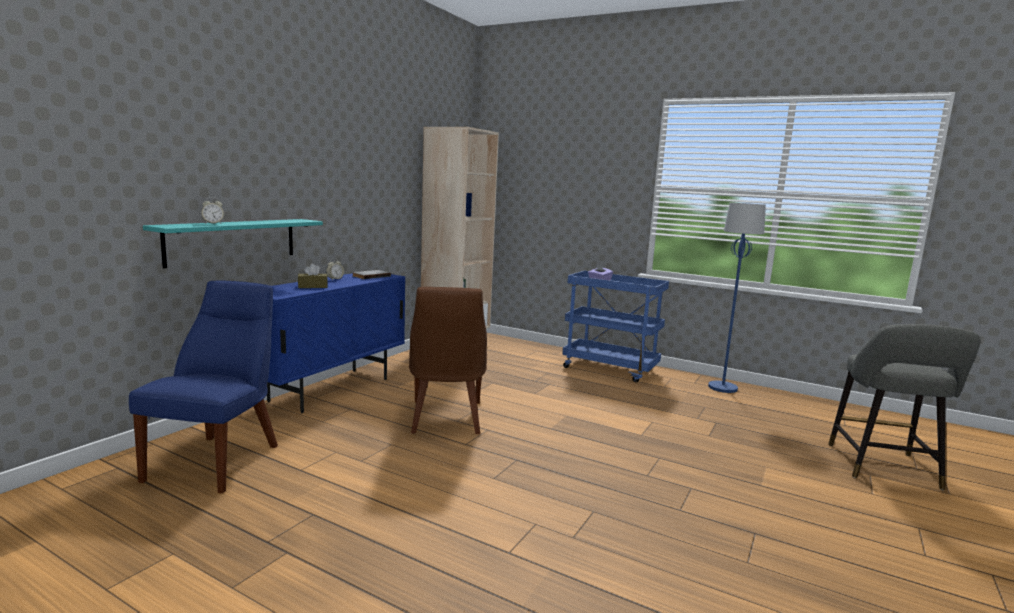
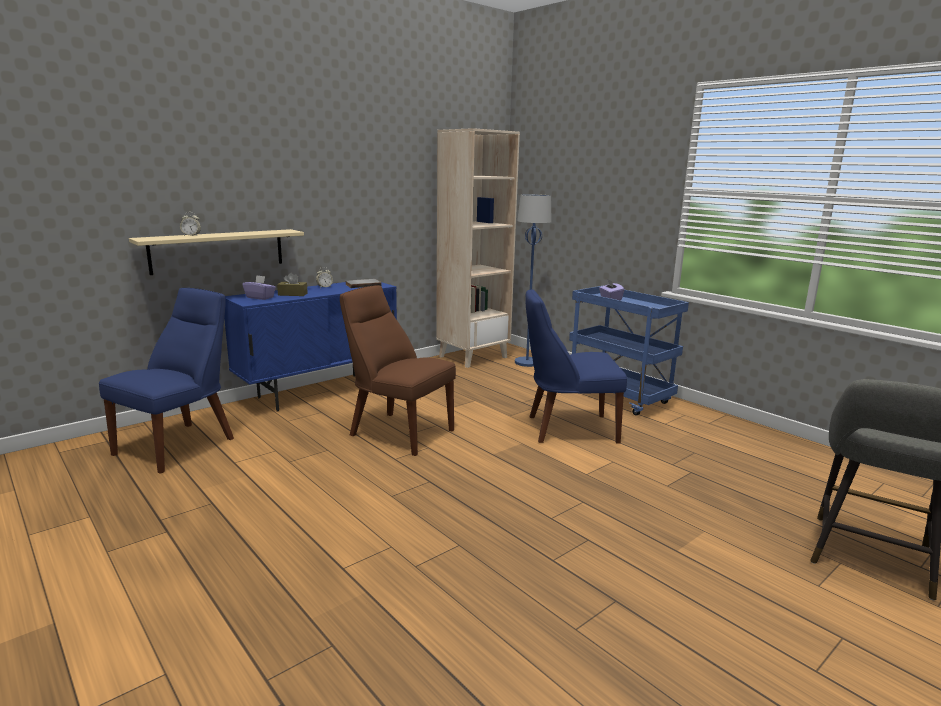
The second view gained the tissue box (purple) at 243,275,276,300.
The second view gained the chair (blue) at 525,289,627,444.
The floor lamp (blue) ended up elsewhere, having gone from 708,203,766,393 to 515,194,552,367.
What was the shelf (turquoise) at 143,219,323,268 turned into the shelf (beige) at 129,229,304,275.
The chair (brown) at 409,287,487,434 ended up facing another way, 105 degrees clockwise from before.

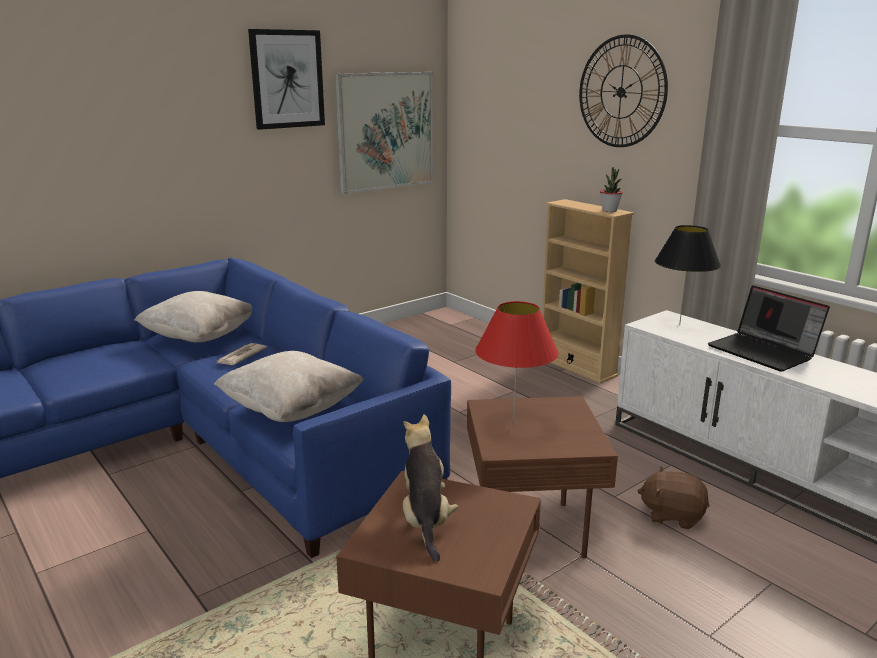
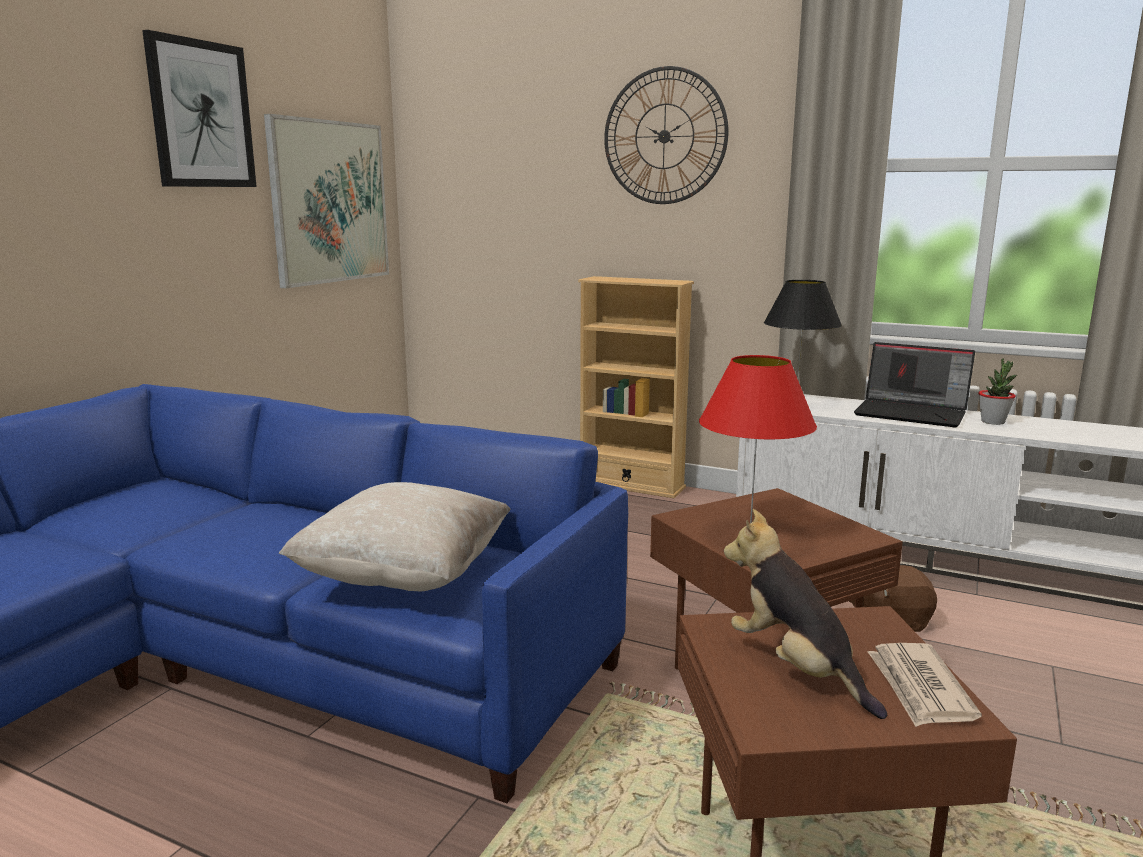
The second view lost the pillow (beige) at 134,291,252,342.
The newspaper ended up elsewhere, having gone from 217,343,267,365 to 868,643,982,727.
The potted plant ended up elsewhere, having gone from 600,167,623,212 to 978,359,1017,425.

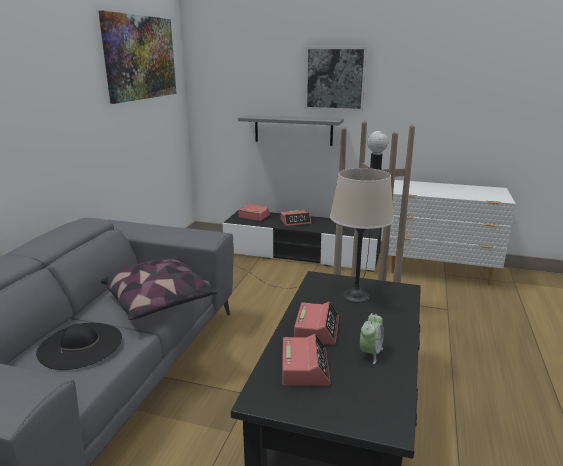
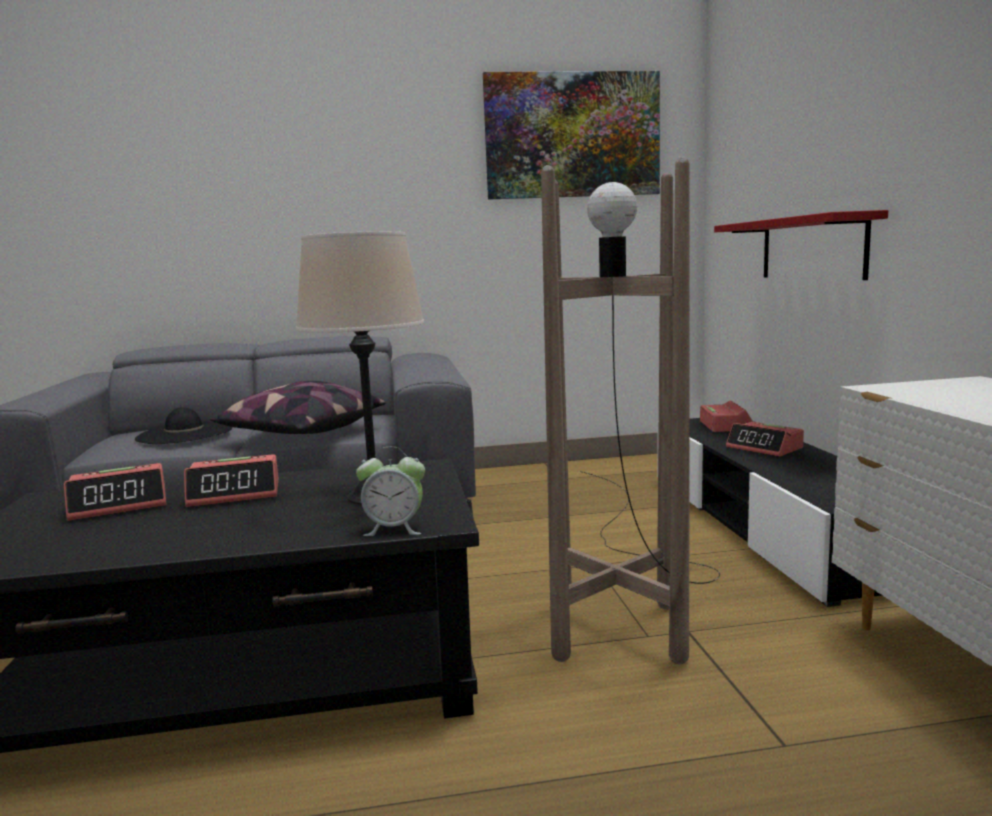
The second view lost the picture at 305,47,367,111.
The alarm clock ended up elsewhere, having gone from 360,313,384,364 to 356,447,425,536.
What was the shelf (grey) at 238,115,344,146 turned into the shelf (red) at 714,210,888,280.

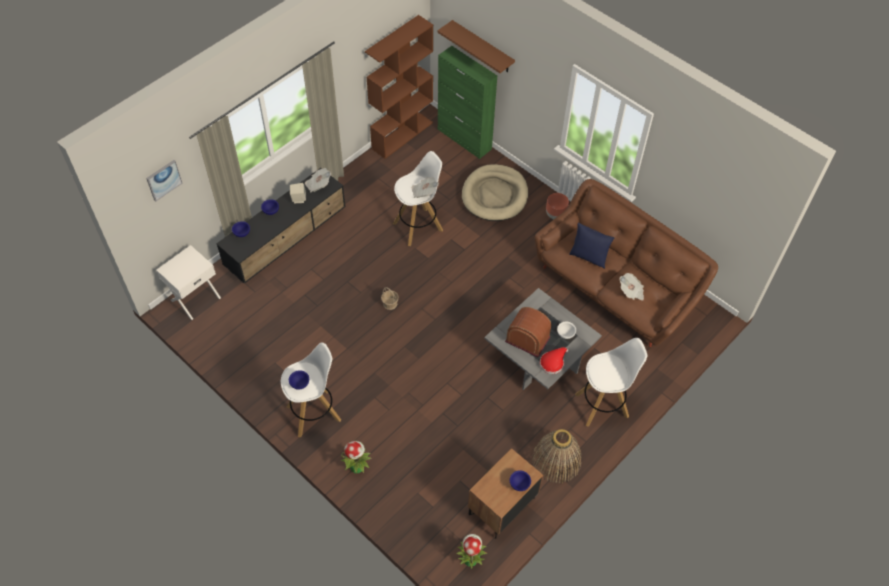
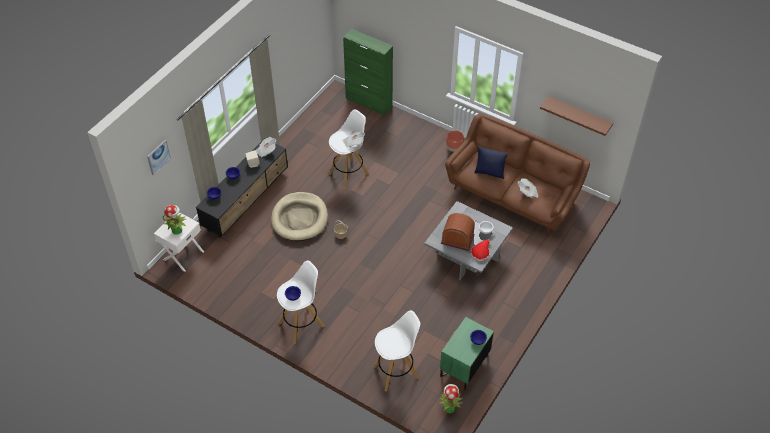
The second view lost the bookcase (brown) at 365,15,433,159.
The second view lost the basket at 532,429,581,483.
The potted plant ended up elsewhere, having gone from 341,441,371,473 to 163,205,186,235.
The shelf (brown) ended up elsewhere, having gone from 438,20,515,73 to 540,96,613,136.
The dog bed (beige) ended up elsewhere, having gone from 462,164,528,221 to 271,192,328,241.
The stool (white) ended up elsewhere, having gone from 575,338,648,427 to 372,310,420,392.
What was the nightstand (brown) at 468,448,543,539 turned into the nightstand (green) at 440,317,494,390.

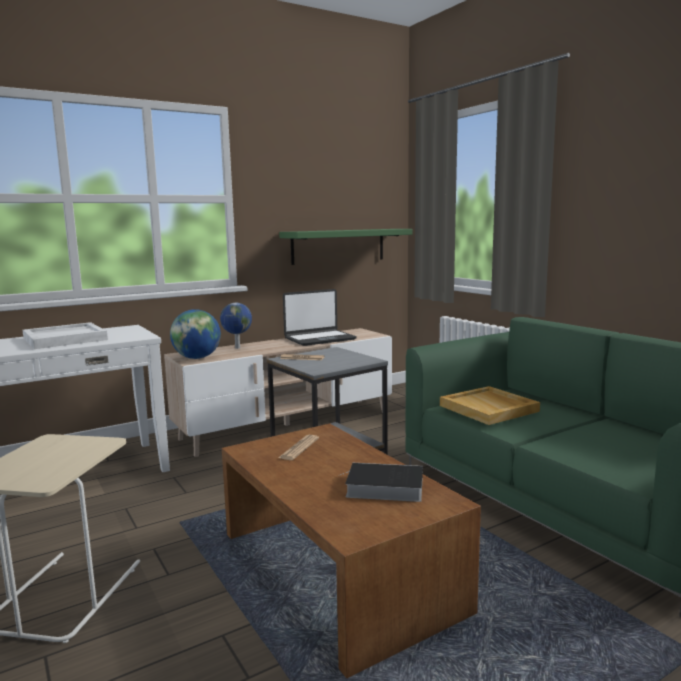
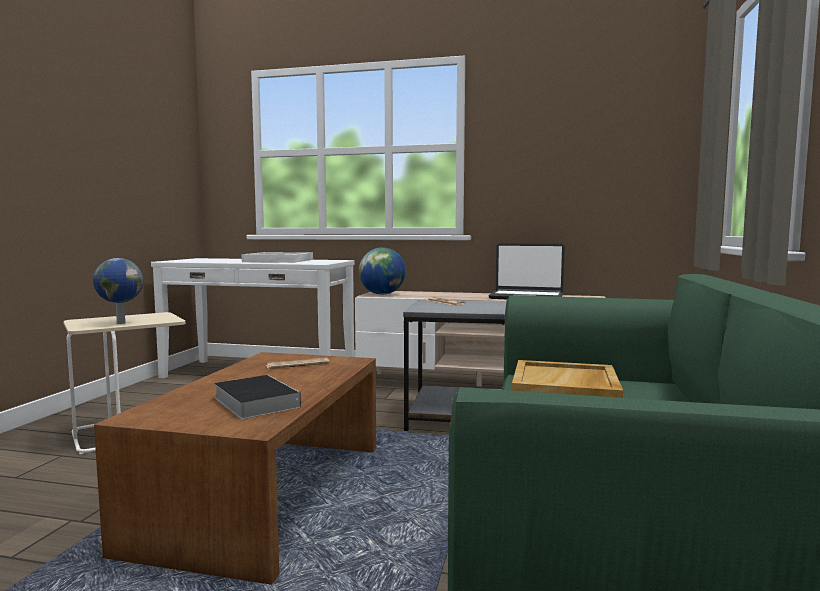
The second view lost the shelf (green) at 279,229,413,265.
The globe ended up elsewhere, having gone from 220,303,252,349 to 93,258,143,324.

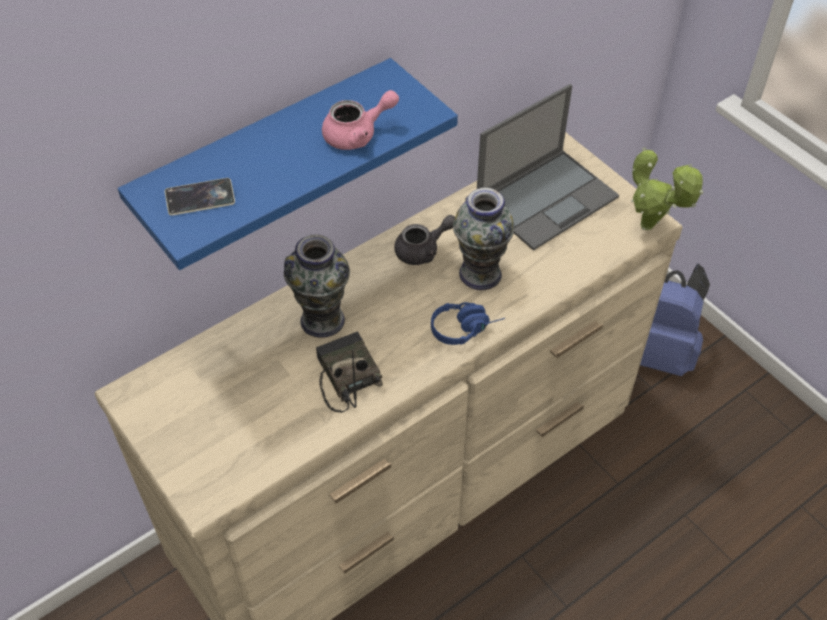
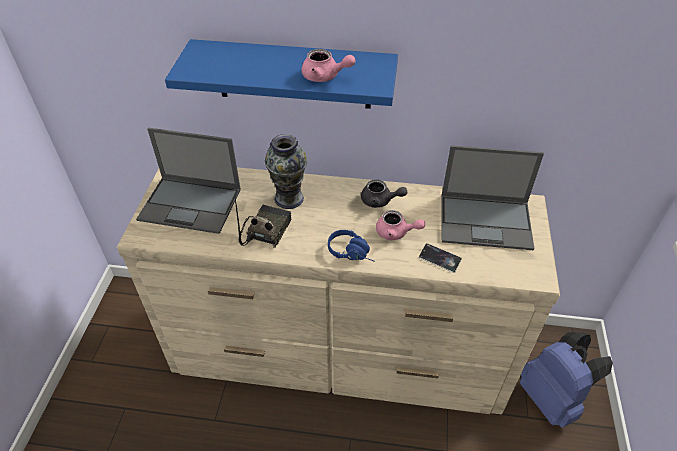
The second view lost the potted plant at 631,148,703,230.
The second view gained the laptop at 136,128,241,234.
The phone ended up elsewhere, having gone from 165,178,235,216 to 419,243,462,273.
Where the vase stood at 453,188,514,290, the teapot (pink) came to stand at 376,210,425,241.

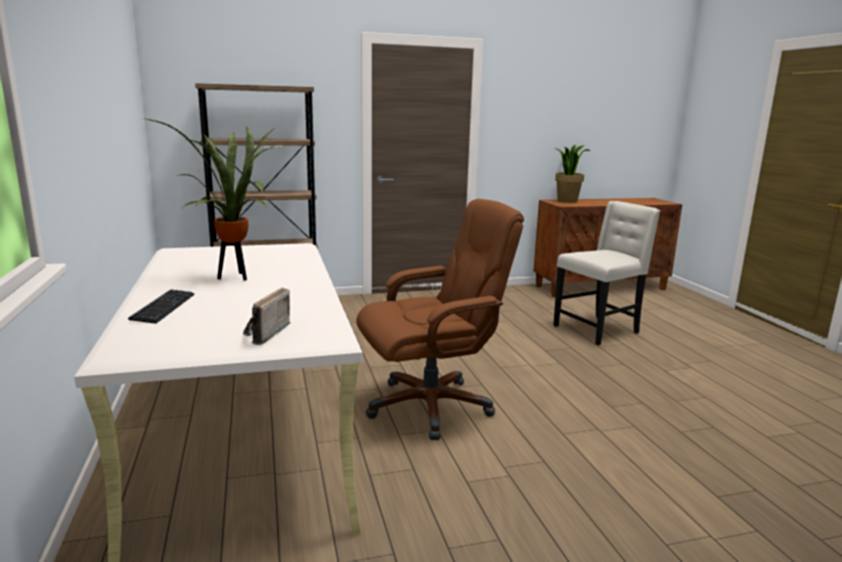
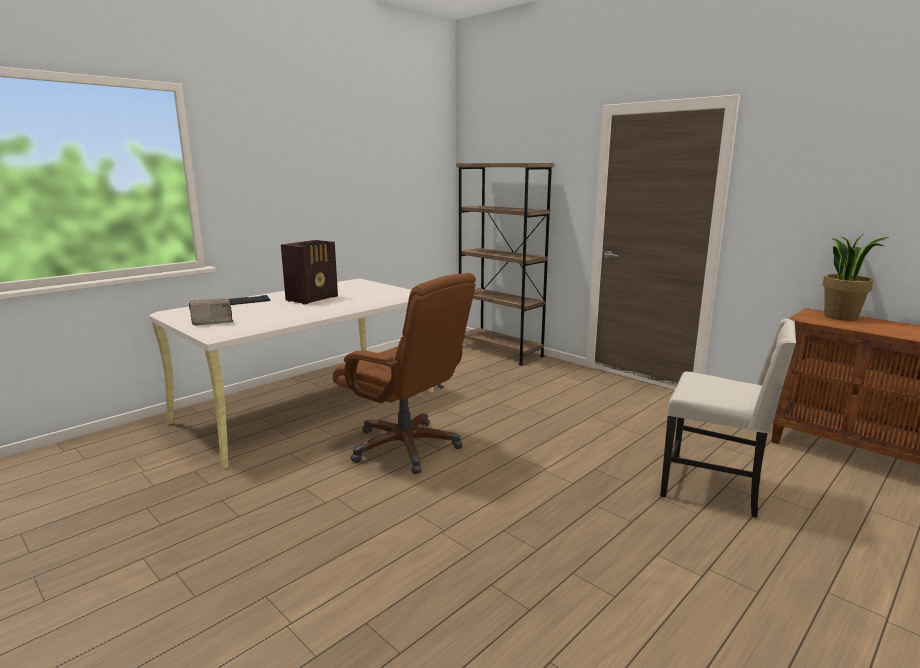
Where the potted plant stood at 147,119,279,280, the radio came to stand at 281,240,338,305.

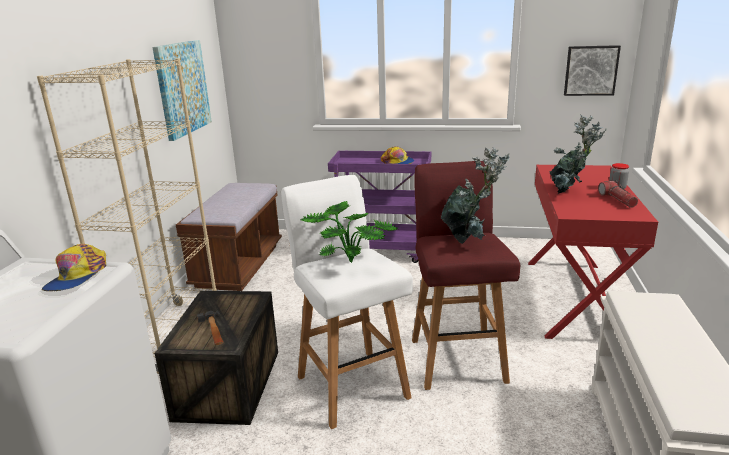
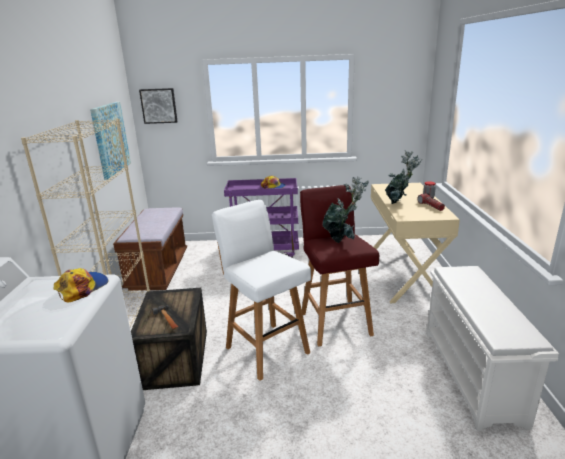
The second view lost the potted plant at 301,201,397,263.
The picture ended up elsewhere, having gone from 564,45,621,96 to 139,88,178,124.
What was the desk (red) at 528,165,658,339 turned into the desk (beige) at 371,183,460,303.
The cap at 42,244,107,291 ended up facing another way, 150 degrees counterclockwise from before.

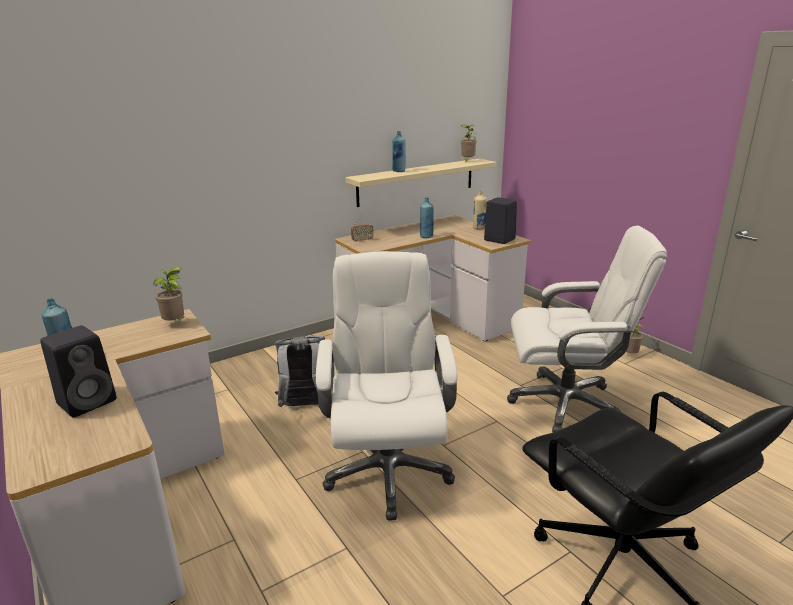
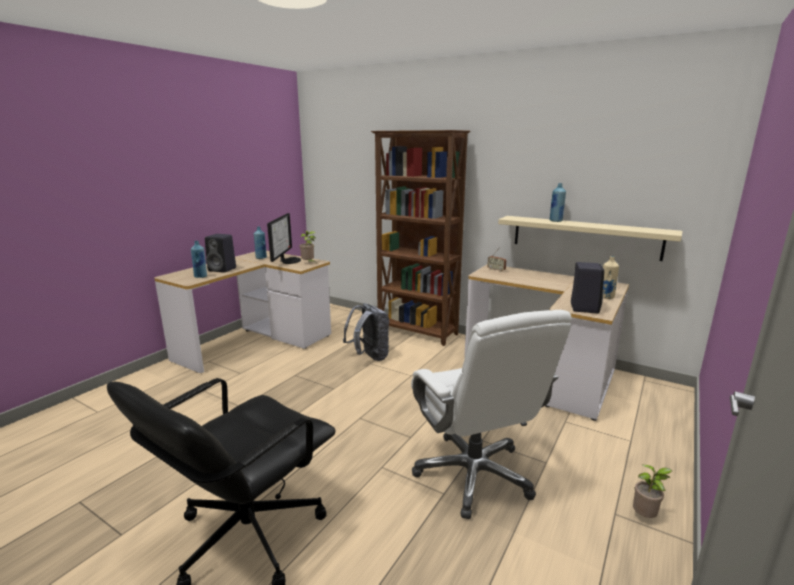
The second view lost the office chair (white) at 316,251,458,521.
The second view lost the potted plant at 461,124,477,163.
The second view gained the monitor at 267,213,301,264.
The second view gained the bookcase (brown) at 371,130,470,346.
The bottle (blue) ended up elsewhere, having gone from 420,197,434,238 to 191,241,207,278.

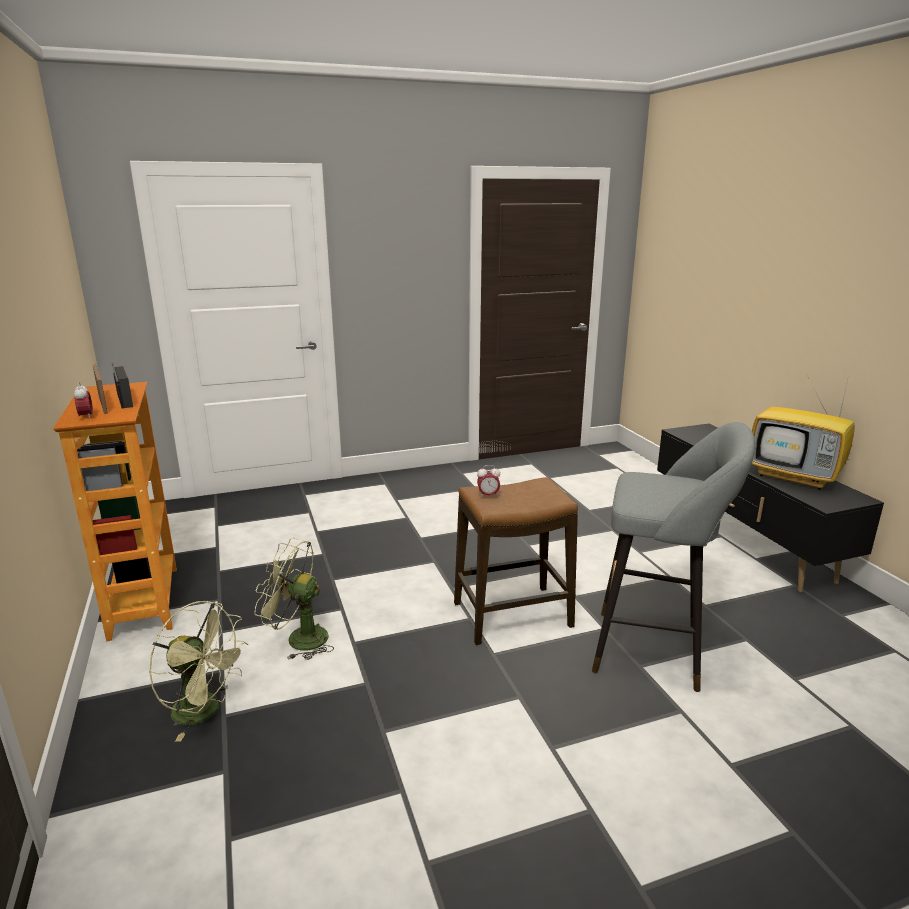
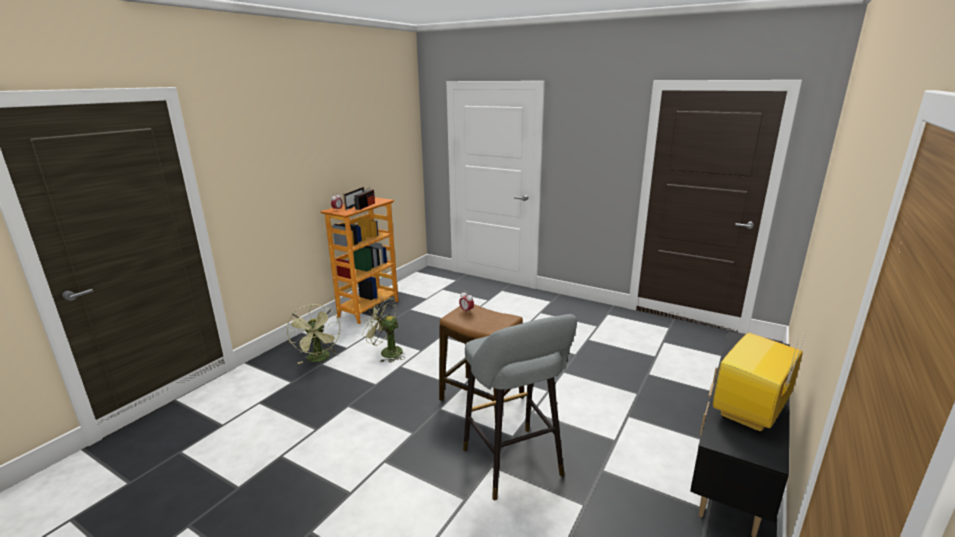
The fan (green) at 255,538,334,660 ended up facing another way, 45 degrees counterclockwise from before.
The television at 752,371,854,490 ended up facing another way, 45 degrees clockwise from before.

